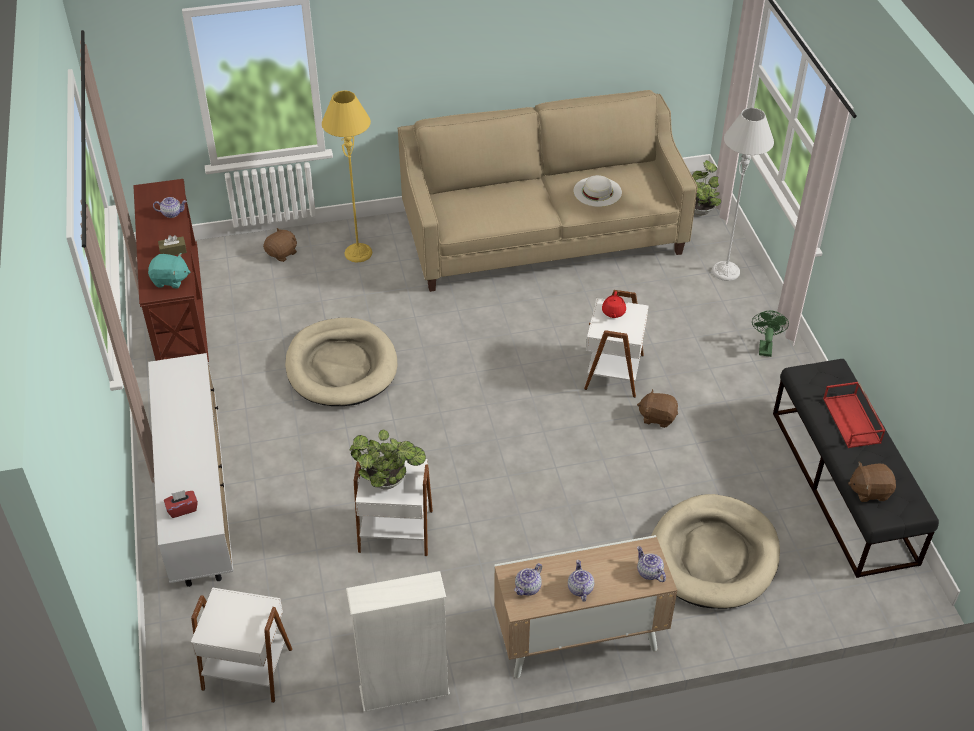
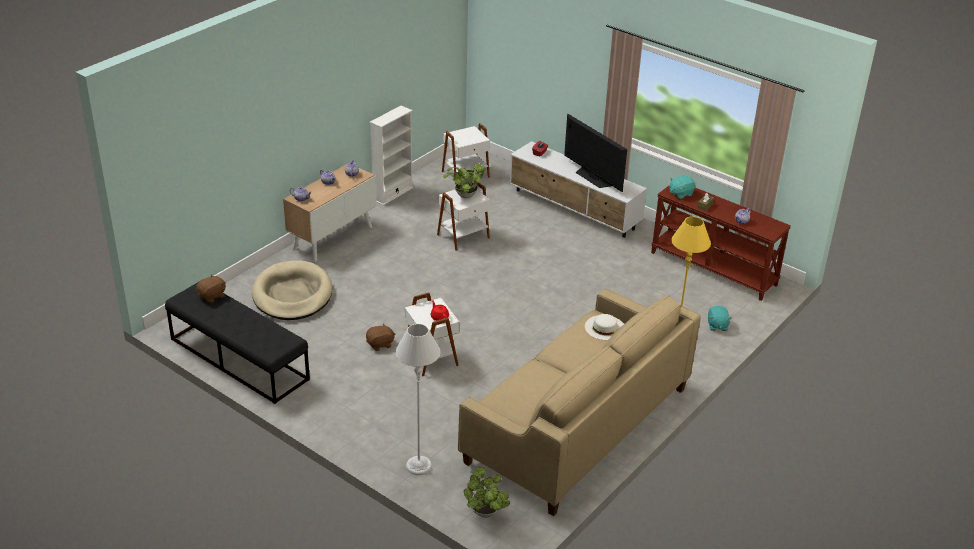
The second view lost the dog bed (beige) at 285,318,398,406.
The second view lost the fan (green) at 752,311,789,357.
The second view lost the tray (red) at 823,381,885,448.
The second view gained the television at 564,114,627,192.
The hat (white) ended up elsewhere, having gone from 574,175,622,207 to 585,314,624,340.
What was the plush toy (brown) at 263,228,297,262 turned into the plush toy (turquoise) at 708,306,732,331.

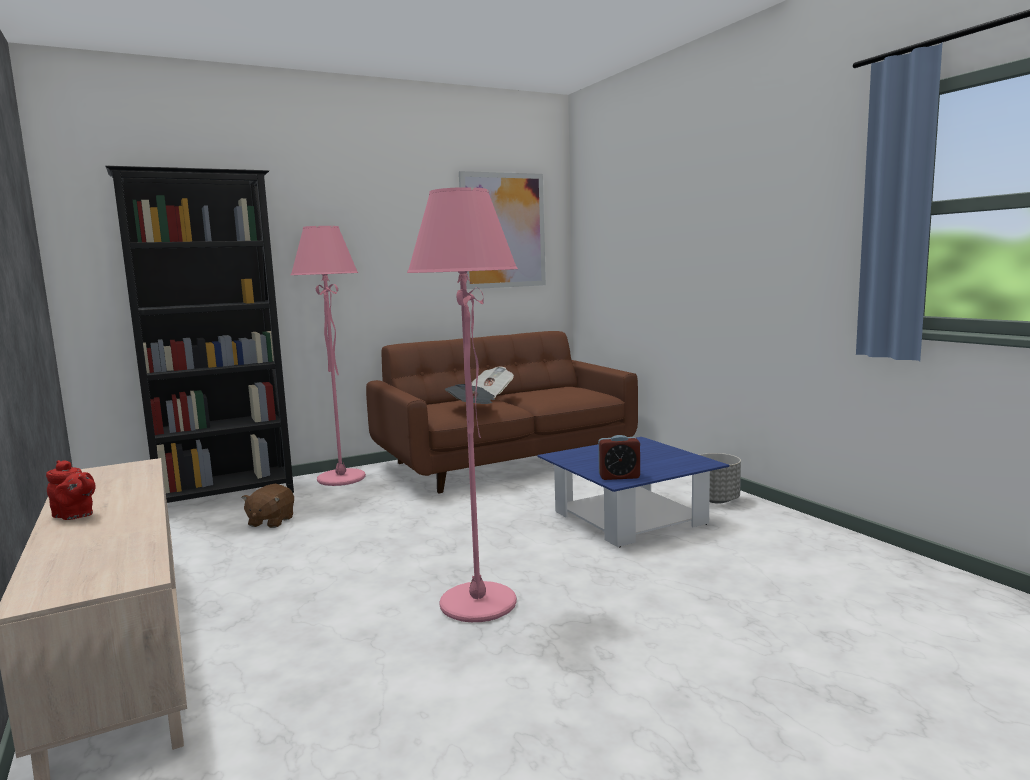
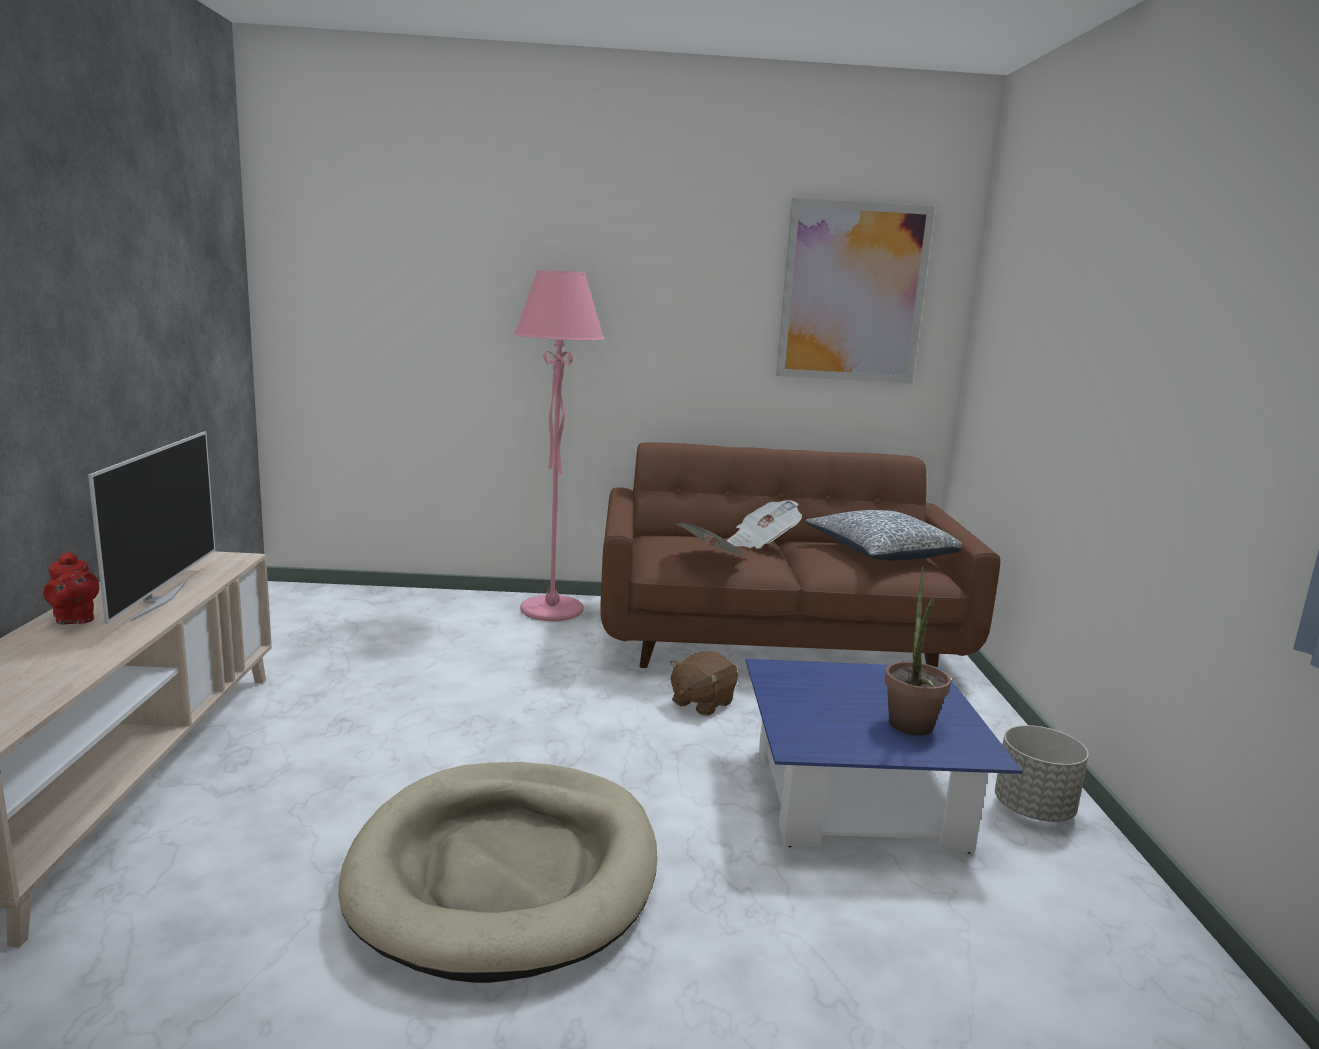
The second view lost the bookcase (black) at 105,166,294,503.
The second view lost the alarm clock at 598,435,640,480.
The second view gained the television at 88,431,215,624.
The second view gained the pillow at 805,510,962,561.
The second view gained the potted plant at 884,566,951,736.
The plush toy (brown) ended up elsewhere, having gone from 241,484,294,528 to 670,651,738,716.
Where the floor lamp (pink) stood at 407,187,518,622, the dog bed (beige) came to stand at 338,762,657,983.

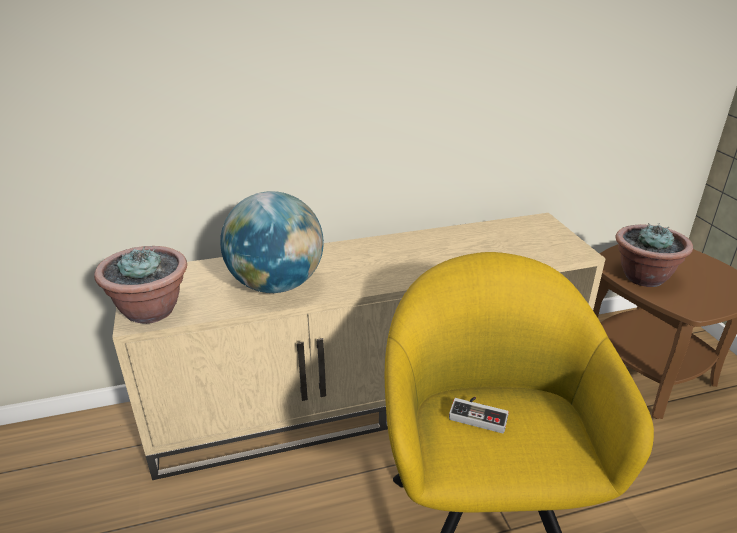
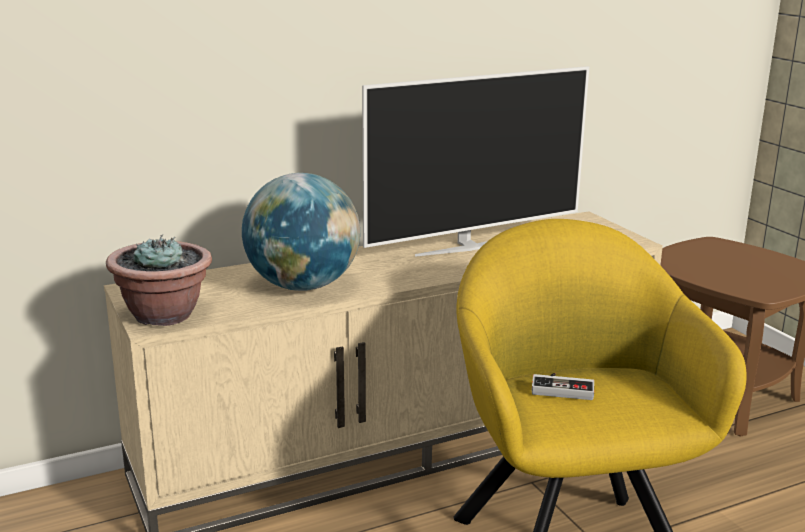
The second view lost the potted plant at 616,223,693,287.
The second view gained the television at 362,66,589,257.

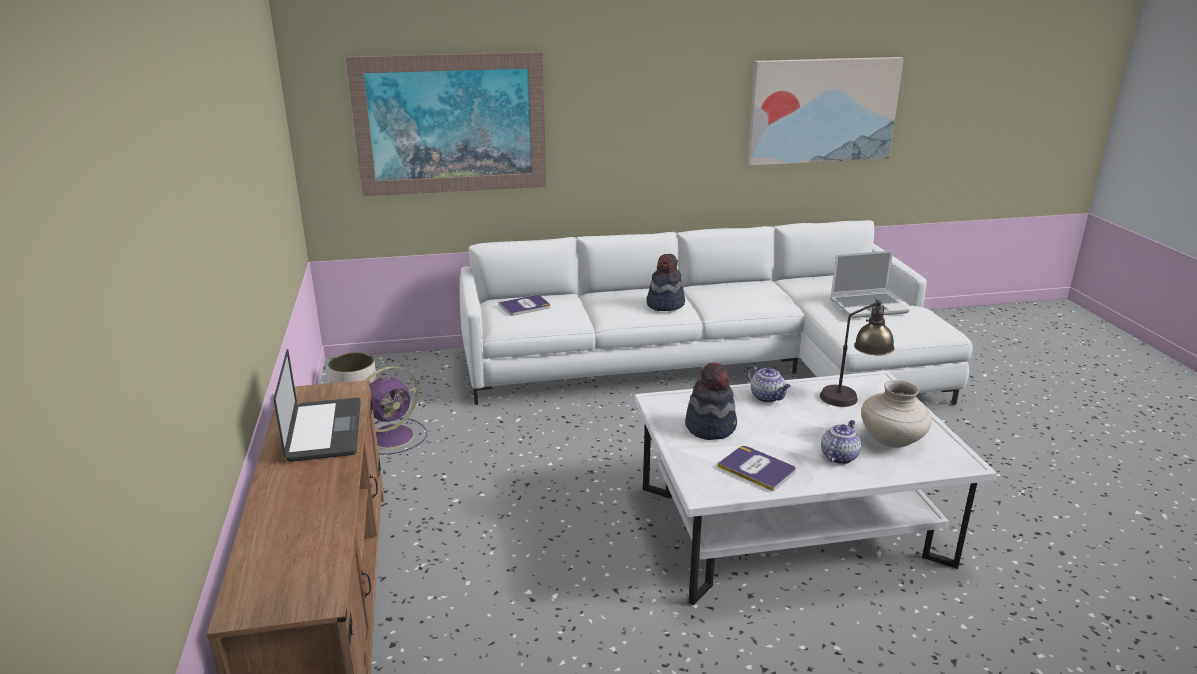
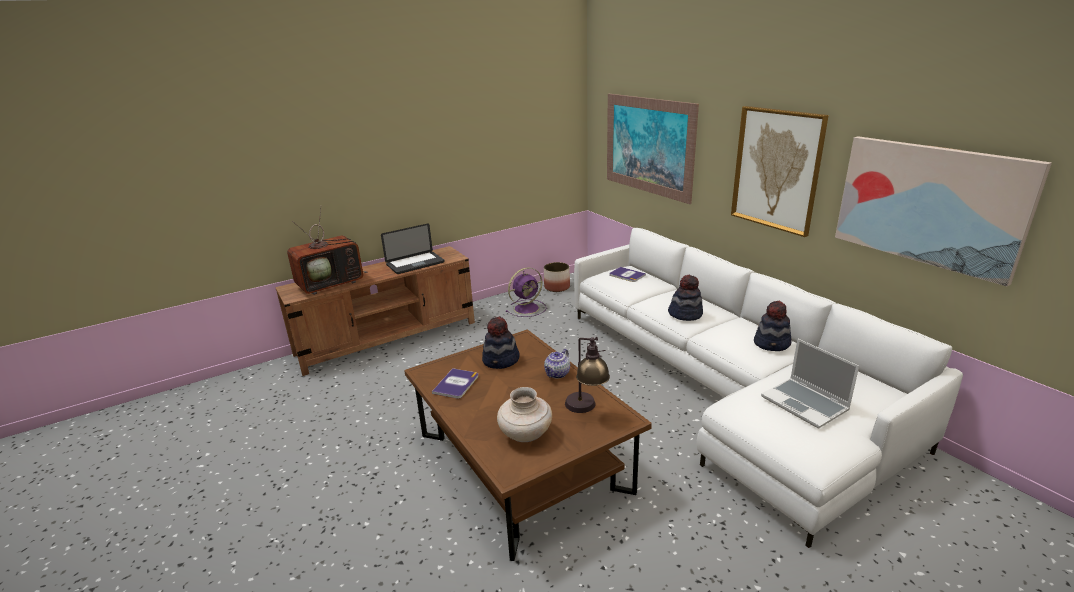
The second view lost the teapot at 821,420,861,464.
The second view gained the television at 287,205,367,295.
The second view gained the picture at 731,106,829,237.
The second view gained the hat at 754,301,792,351.
What was the coffee table (white) at 634,371,997,605 turned into the coffee table (brown) at 404,330,652,561.
The fan (purple) at 366,366,427,455 ended up facing another way, 60 degrees counterclockwise from before.

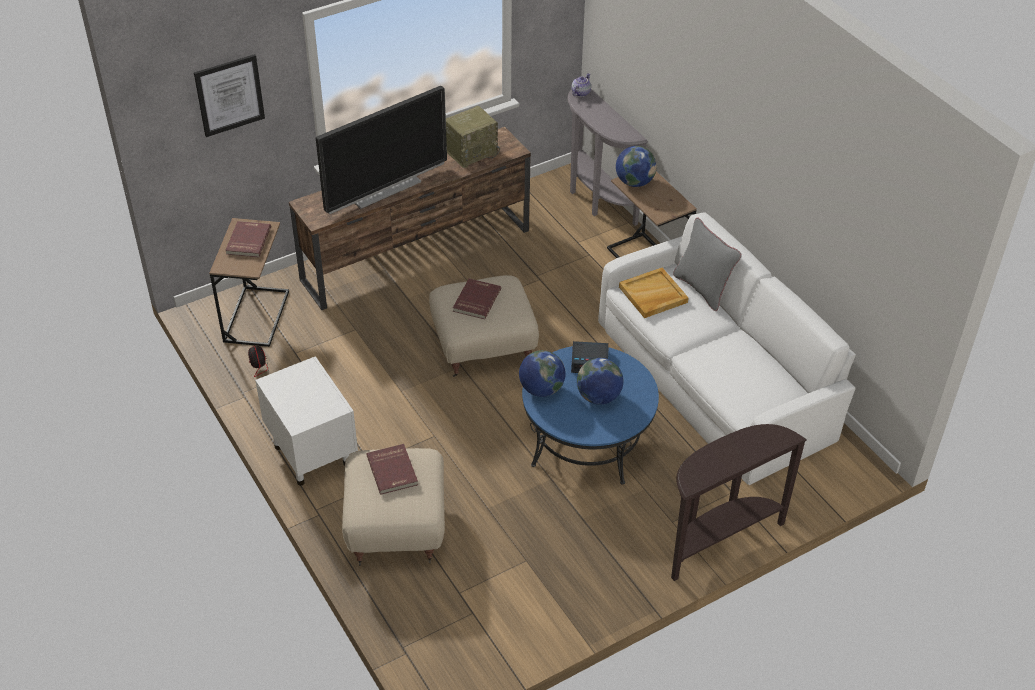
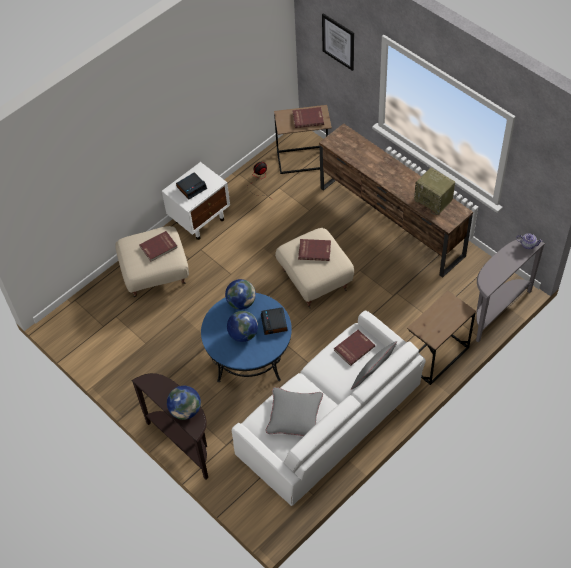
The second view lost the television at 316,86,447,214.
The second view gained the alarm clock at 176,172,207,199.
The second view gained the pillow (grey) at 266,387,323,436.
The globe ended up elsewhere, having gone from 616,146,657,187 to 167,386,201,420.
Where the tray (beige) stood at 619,268,689,318, the book (red) came to stand at 334,330,375,366.

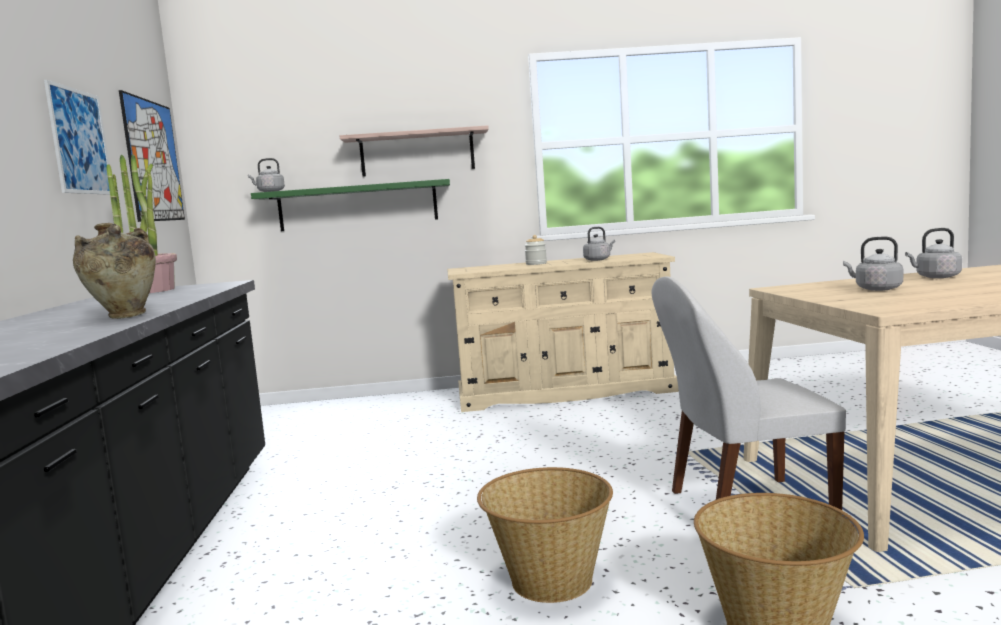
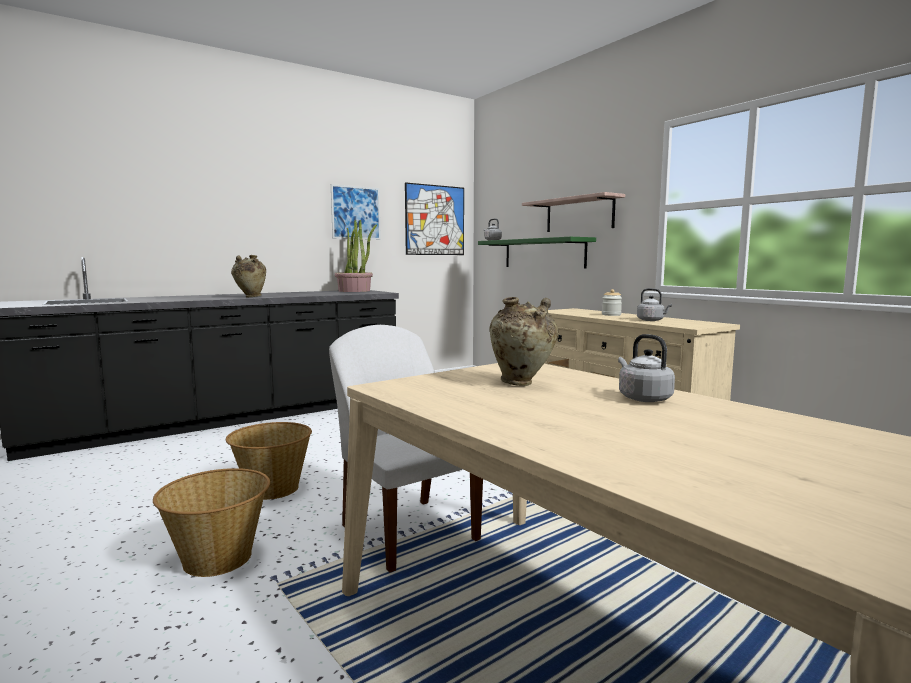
Where the kettle (grey) stood at 843,236,903,291, the vase (beige) came to stand at 489,297,559,386.

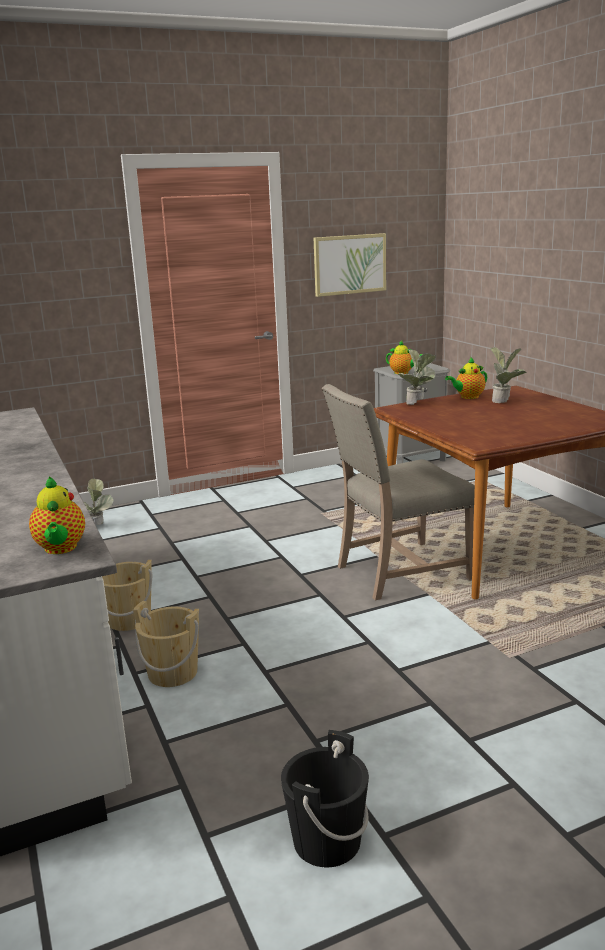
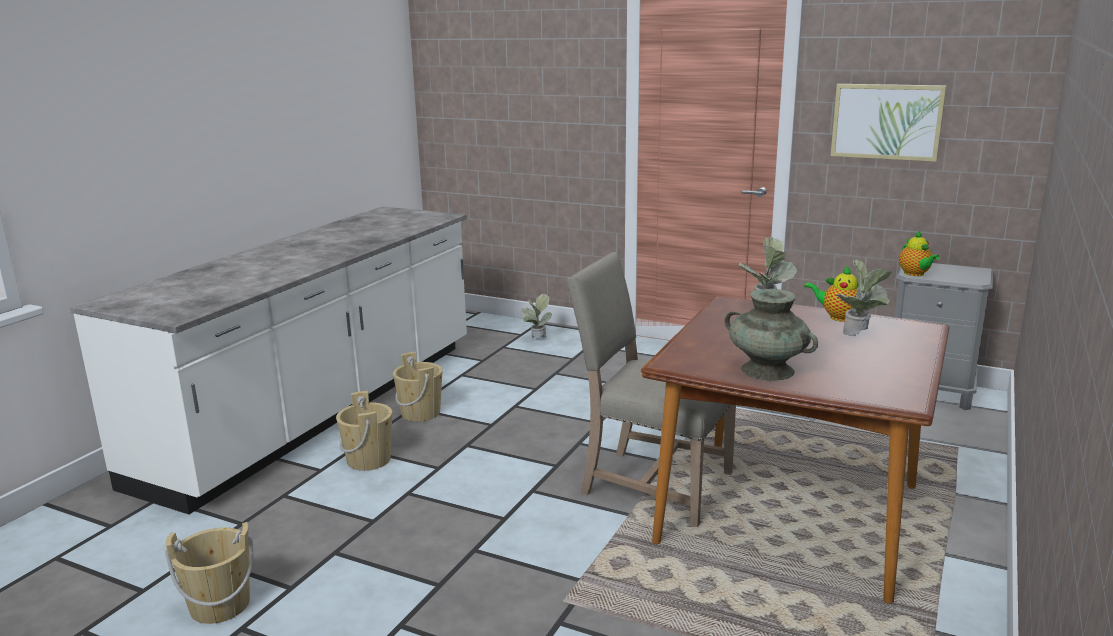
The second view lost the teapot at 29,476,85,554.
The second view gained the vase (turquoise) at 724,289,818,380.
What was the bucket (black) at 281,730,369,867 turned into the bucket (beige) at 165,522,253,624.

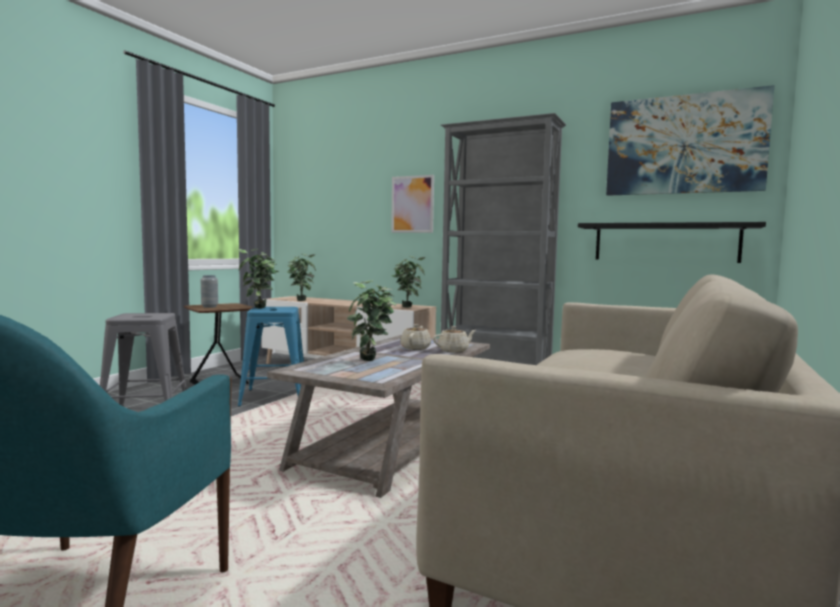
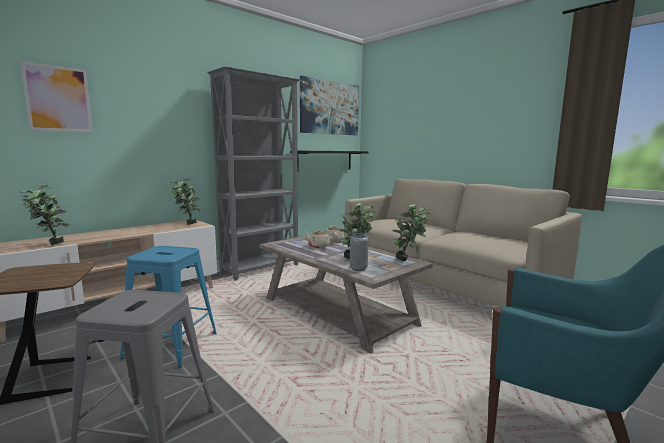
The vase (grey) ended up elsewhere, having gone from 201,275,218,308 to 350,233,369,271.
The potted plant ended up elsewhere, having gone from 238,249,279,308 to 392,204,431,261.
The picture ended up elsewhere, having gone from 391,175,434,233 to 20,61,93,133.

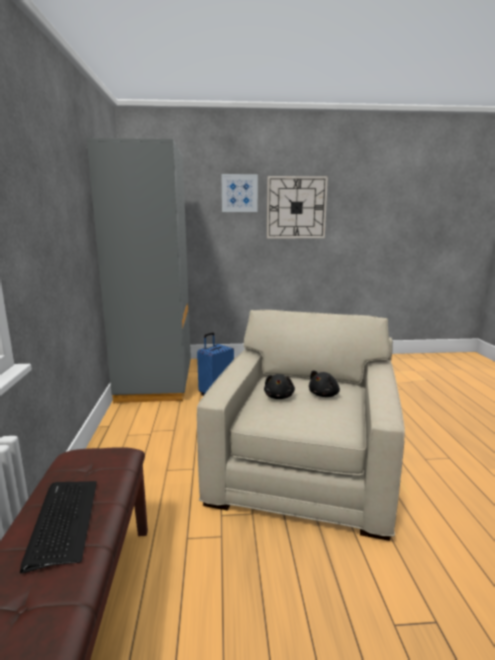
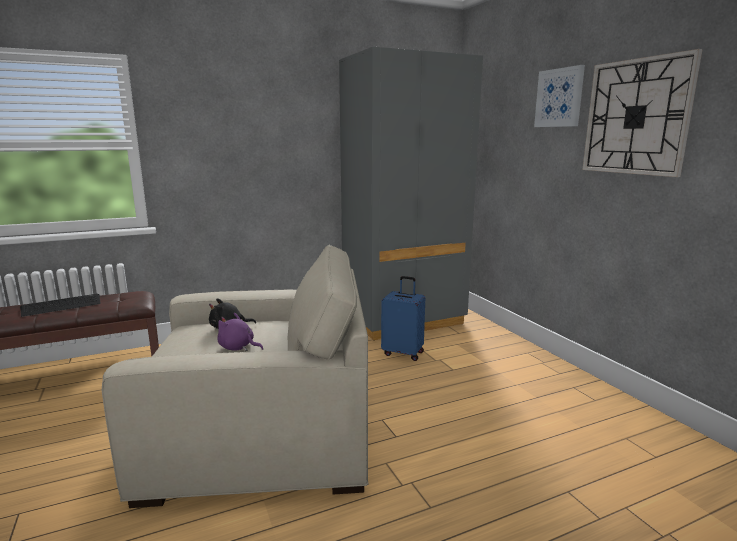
What was the plush toy (black) at 309,370,340,397 turned into the plush toy (purple) at 217,313,263,351.

